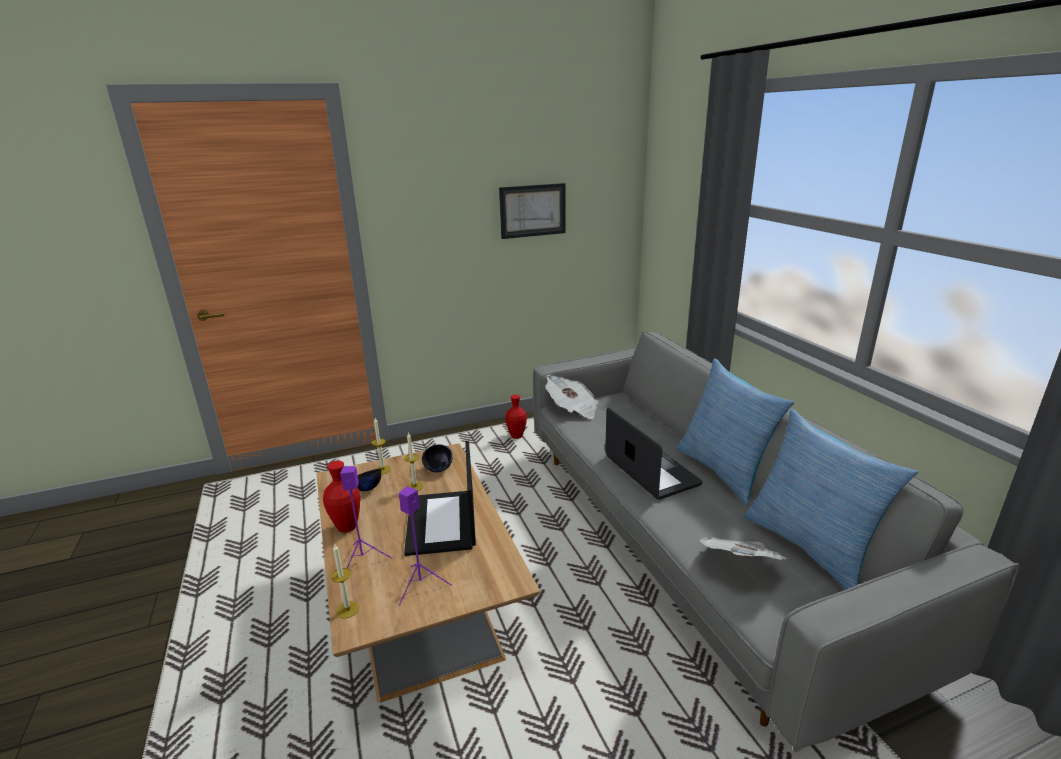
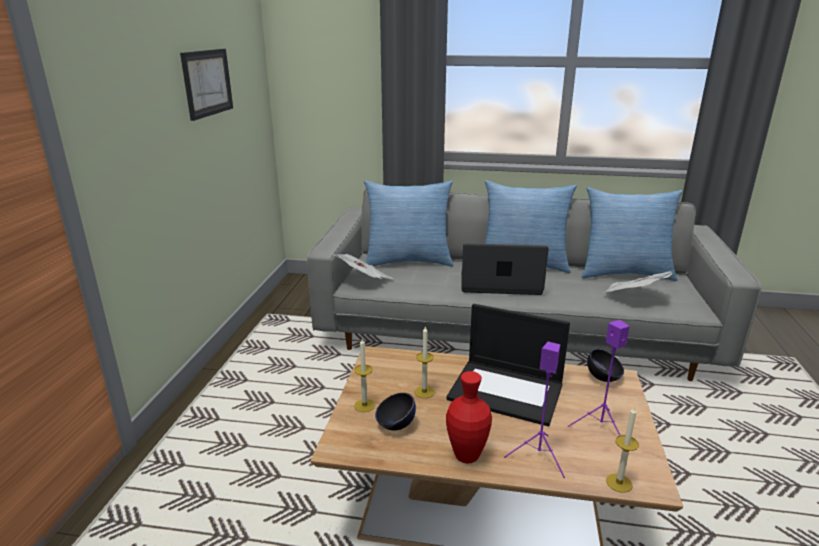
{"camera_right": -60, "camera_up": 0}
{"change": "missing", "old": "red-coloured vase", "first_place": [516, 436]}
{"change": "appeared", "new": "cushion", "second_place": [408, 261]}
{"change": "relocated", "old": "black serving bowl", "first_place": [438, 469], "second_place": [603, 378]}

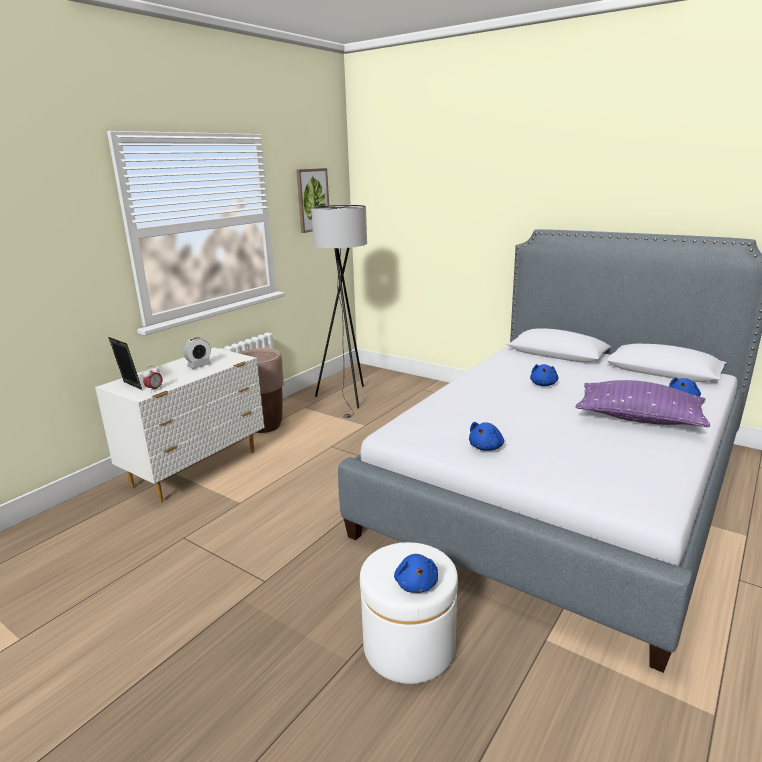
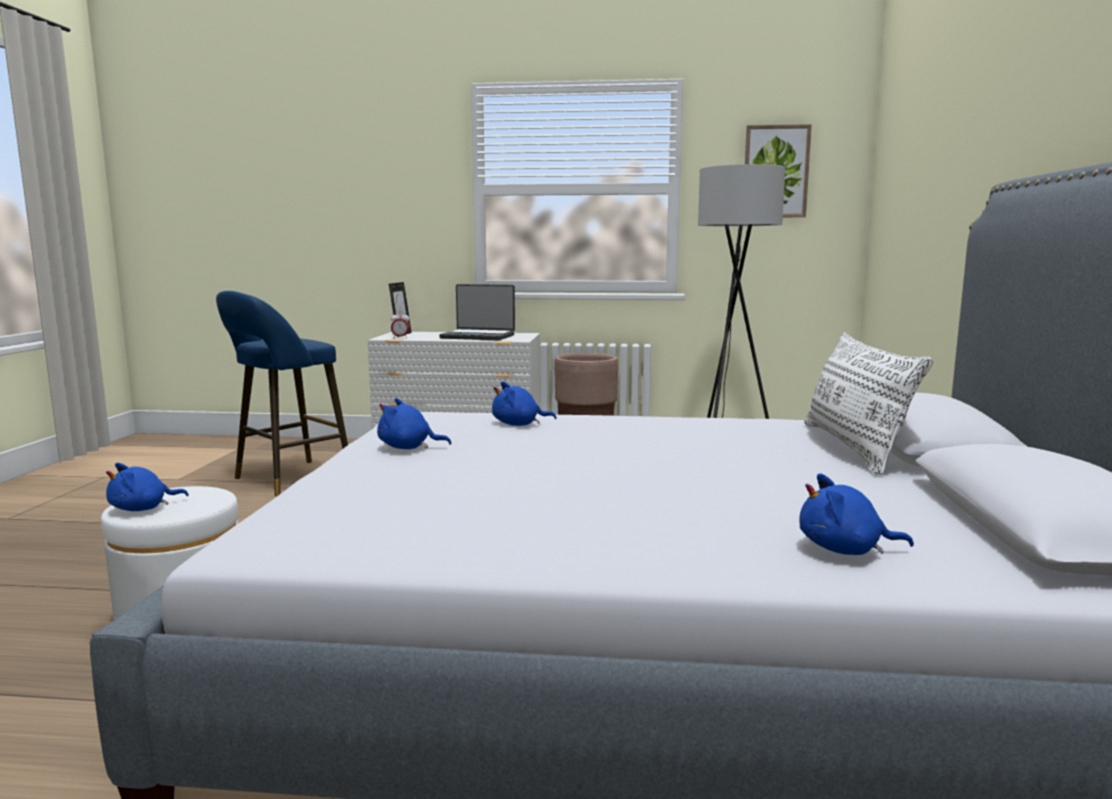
{"camera_right": 60, "camera_up": -10}
{"change": "missing", "old": "purplish cushion", "first_place": [639, 419]}
{"change": "appeared", "new": "blue-coloured stool", "second_place": [288, 479]}
{"change": "appeared", "new": "white cushion", "second_place": [853, 447]}
{"change": "relocated", "old": "blue-coloured cuddly toy", "first_place": [543, 384], "second_place": [519, 424]}
{"change": "exchanged", "old": "alarm clock", "new": "laptop", "first_place": [199, 365], "second_place": [478, 336]}

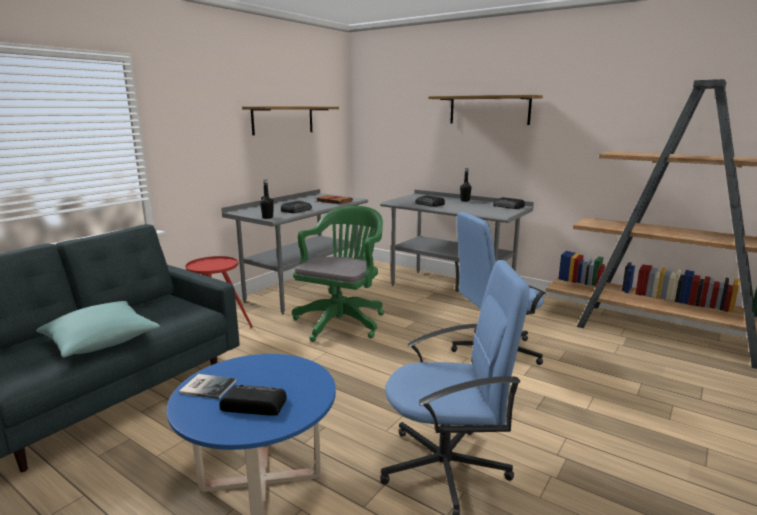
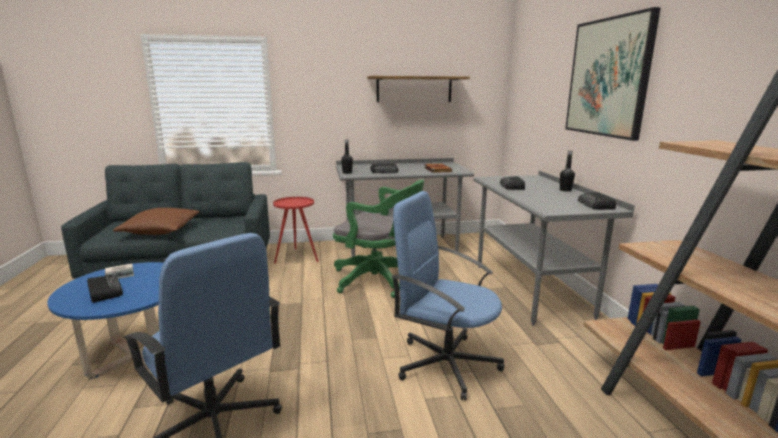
{"camera_right": 45, "camera_up": 0}
{"change": "exchanged", "old": "wall shelf", "new": "wall art", "first_place": [489, 110], "second_place": [608, 77]}
{"change": "colour", "old": "turquoise-coloured cushion", "new": "brown cushion", "first_place": [101, 342], "second_place": [161, 231]}
{"change": "spun", "old": "greenish computer chair", "first_place": [342, 321], "second_place": [379, 280], "degrees": 45}

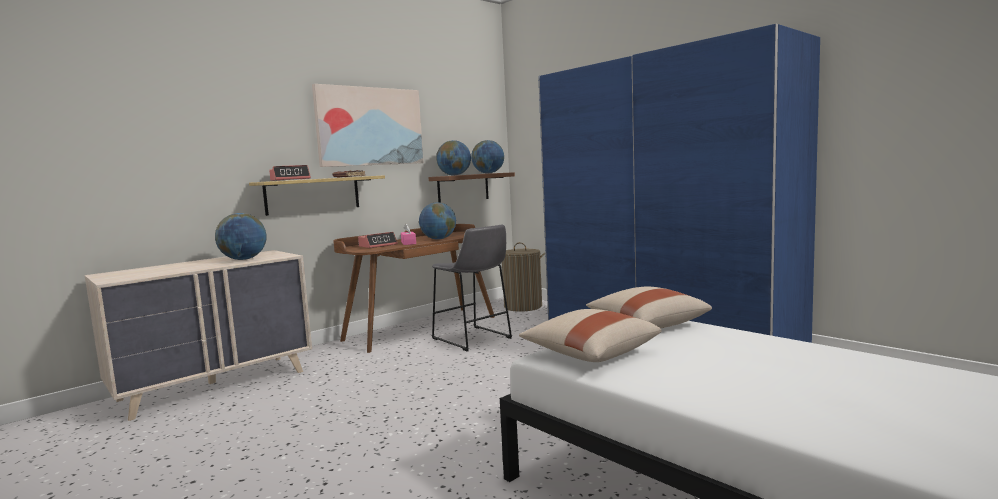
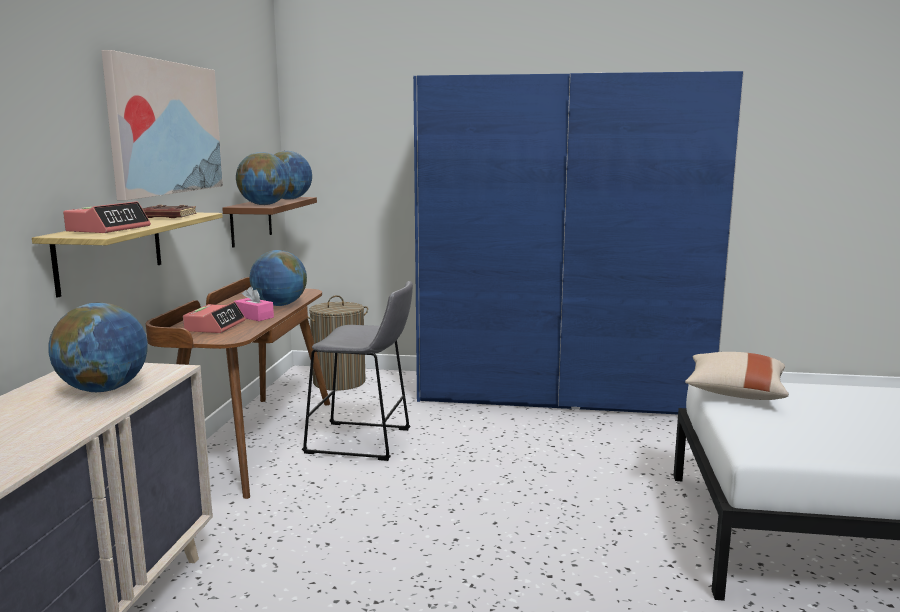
{"camera_right": -40, "camera_up": 5}
{"change": "missing", "old": "beige-coloured cushion", "first_place": [589, 353]}

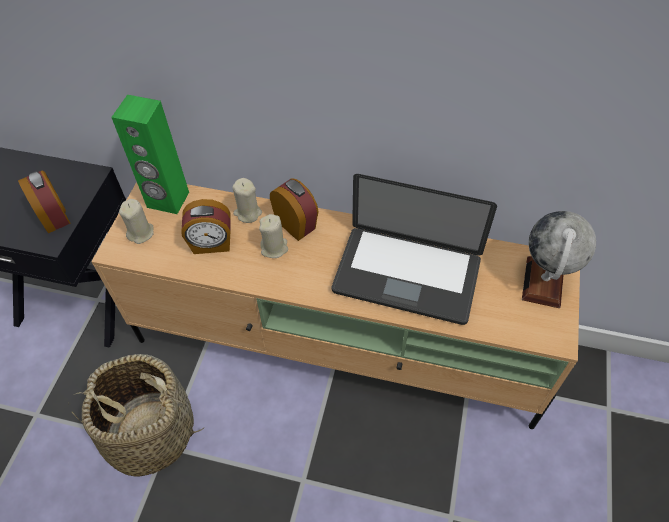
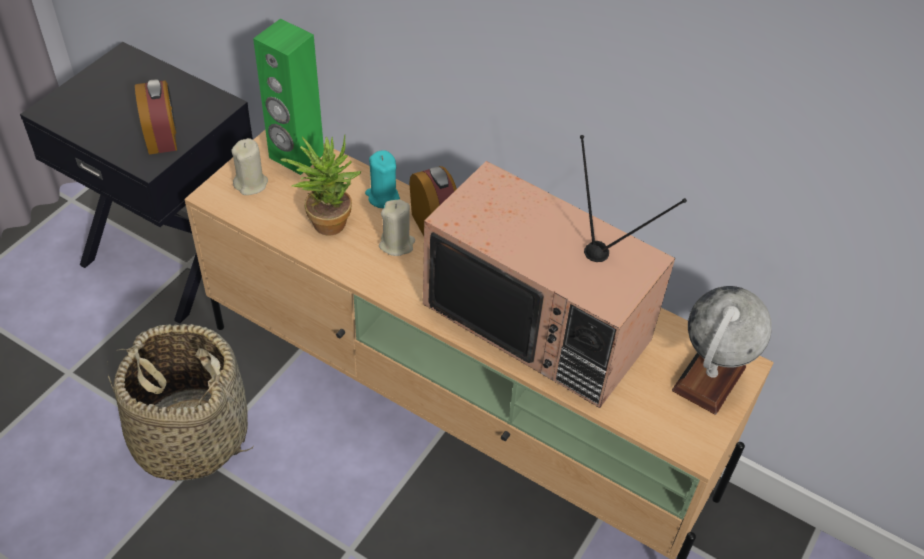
{"camera_right": 15, "camera_up": -5}
{"change": "exchanged", "old": "alarm clock", "new": "houseplant", "first_place": [211, 244], "second_place": [326, 219]}
{"change": "exchanged", "old": "laptop", "new": "television", "first_place": [406, 275], "second_place": [541, 321]}
{"change": "colour", "old": "beige-coloured wax light", "new": "turquoise-coloured wax light", "first_place": [248, 213], "second_place": [382, 196]}

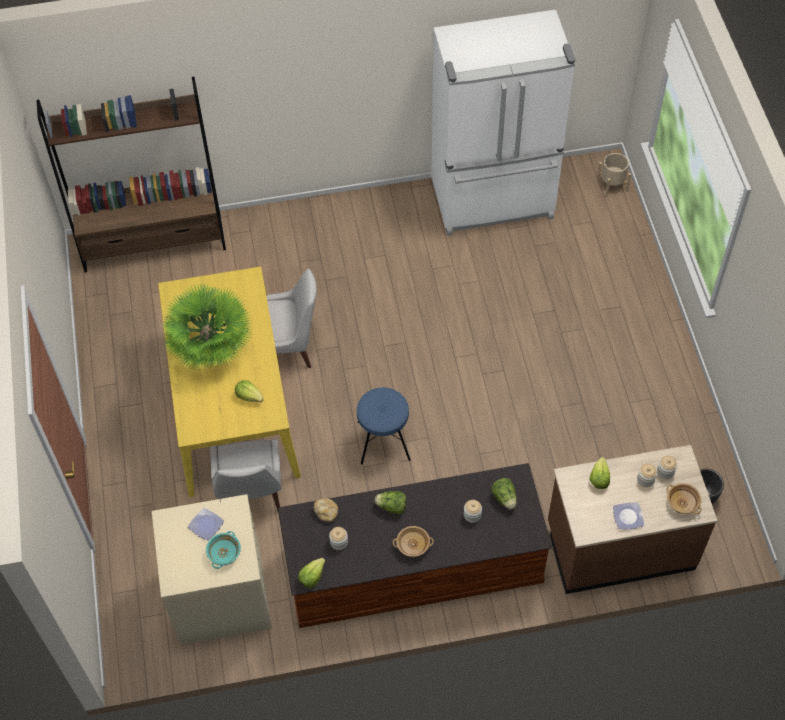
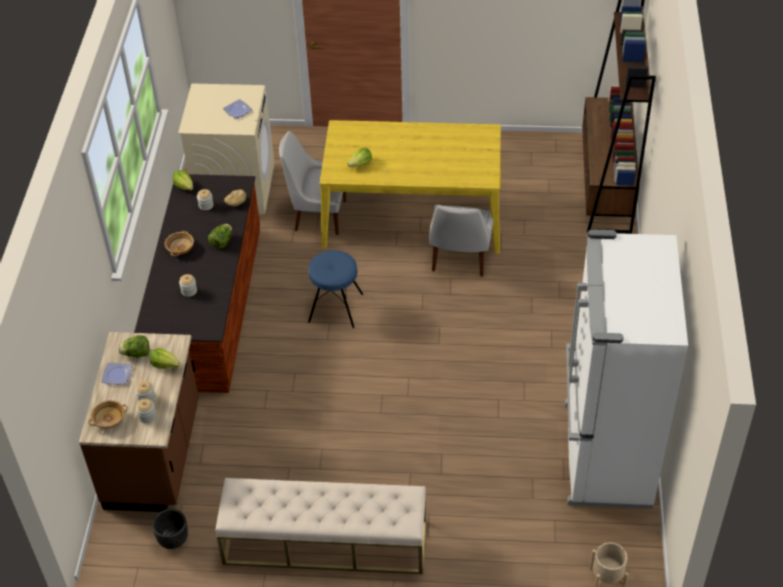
{"camera_right": 105, "camera_up": -10}
{"change": "missing", "old": "houseplant", "first_place": [211, 351]}
{"change": "missing", "old": "turquoise-coloured serving bowl", "first_place": [224, 553]}
{"change": "appeared", "new": "beige-coloured indoor bench", "second_place": [324, 542]}
{"change": "relocated", "old": "lettuce head", "first_place": [504, 498], "second_place": [137, 354]}

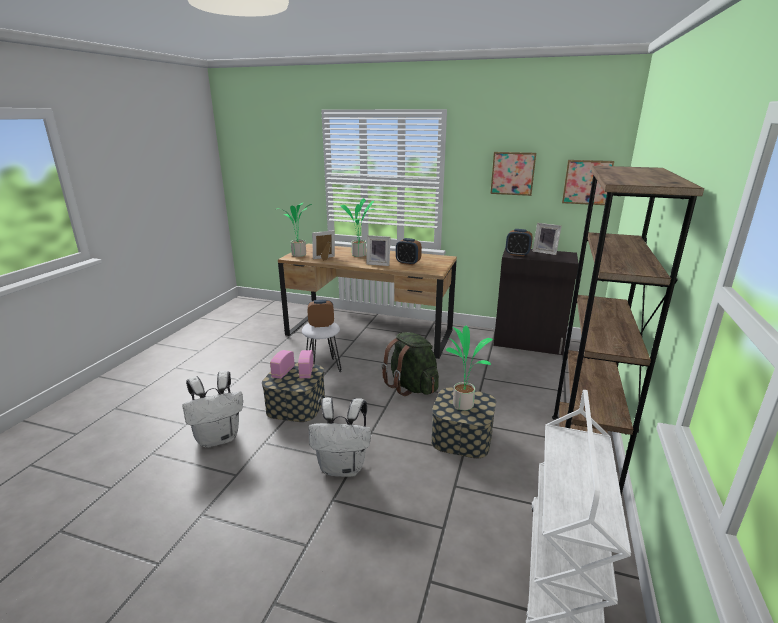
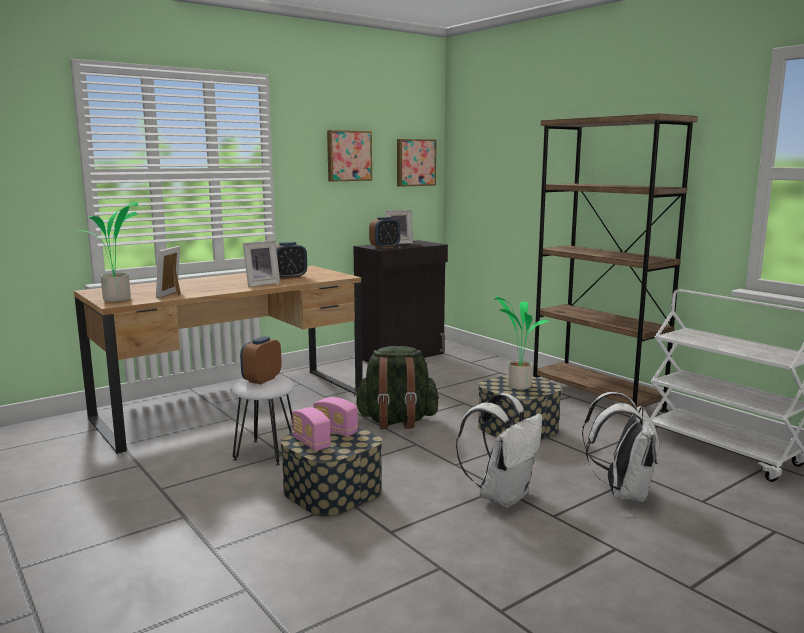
{"camera_right": -55, "camera_up": -10}
{"change": "missing", "old": "houseplant", "first_place": [360, 255]}
{"change": "relocated", "old": "white rucksack", "first_place": [219, 437], "second_place": [622, 493]}

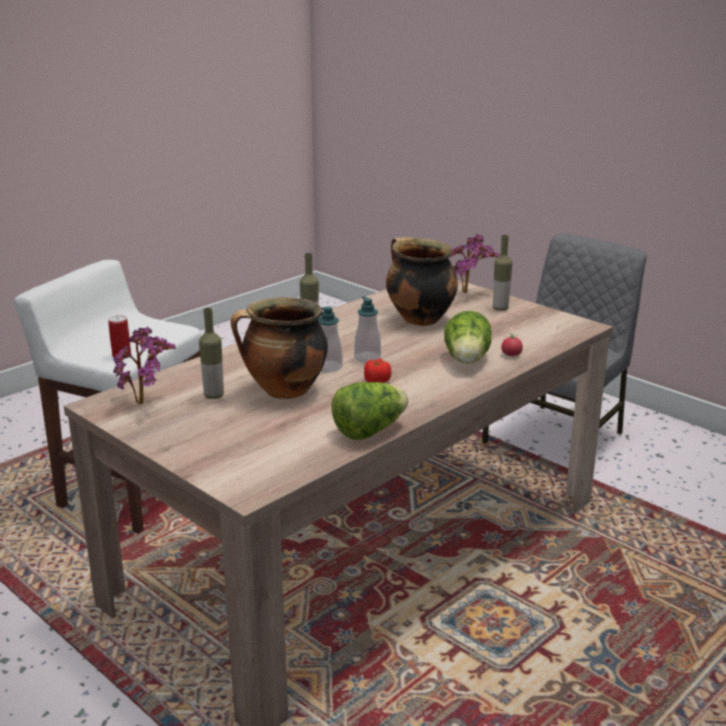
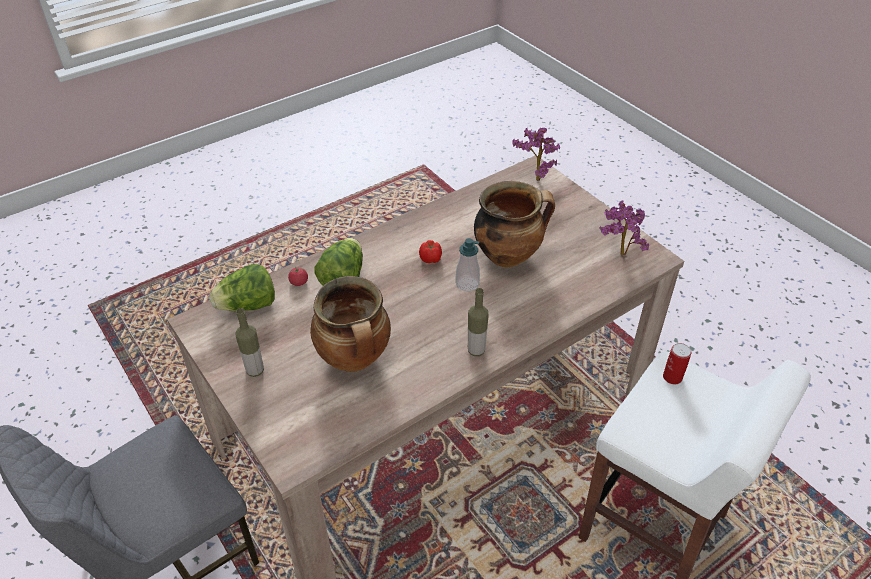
{"camera_right": -170, "camera_up": 20}
{"change": "missing", "old": "bottle", "first_place": [214, 395]}
{"change": "missing", "old": "liquid soap bottle", "first_place": [367, 358]}
{"change": "relocated", "old": "lettuce head", "first_place": [369, 431], "second_place": [248, 306]}
{"change": "relocated", "old": "houseplant", "first_place": [469, 293], "second_place": [534, 178]}

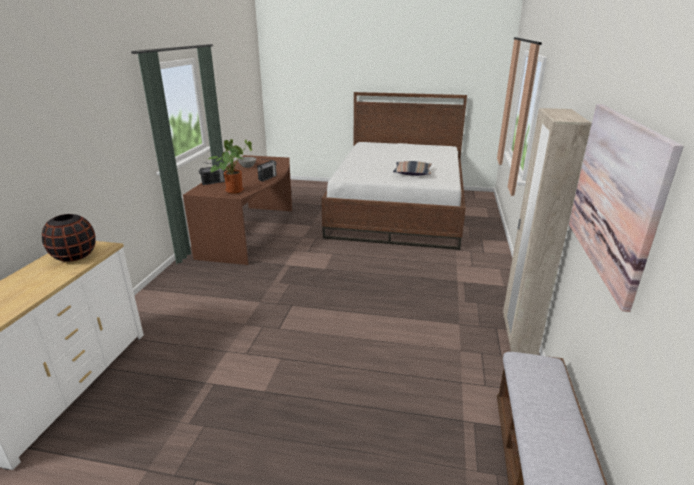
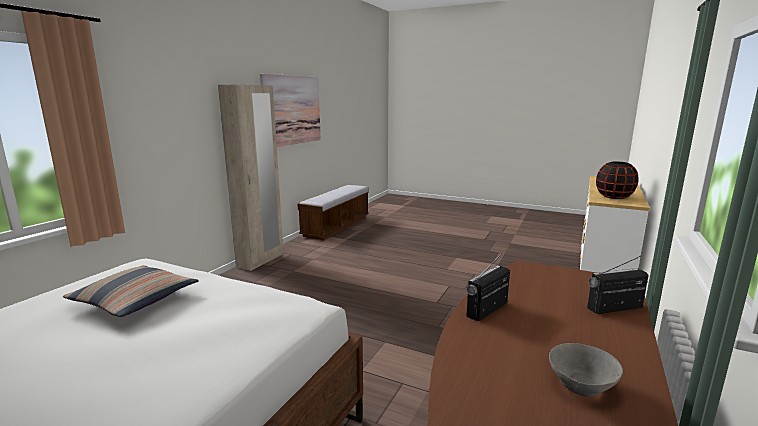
{"camera_right": -165, "camera_up": -10}
{"change": "missing", "old": "houseplant", "first_place": [234, 190]}

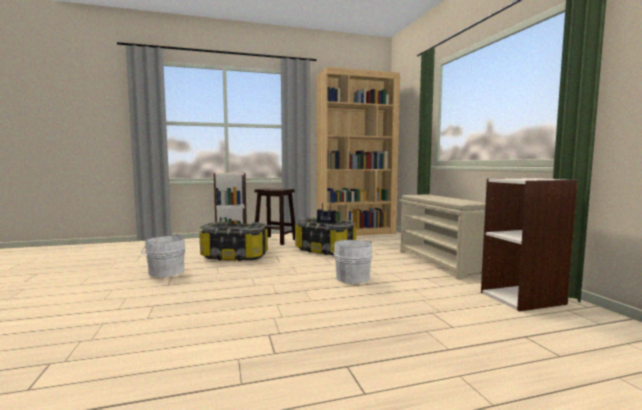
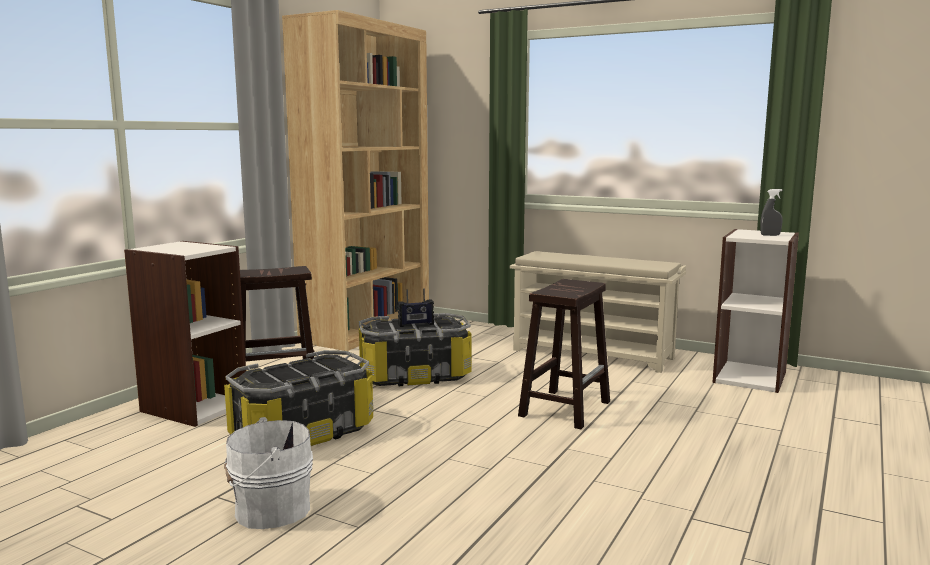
{"camera_right": -45, "camera_up": 5}
{"change": "appeared", "new": "grey hand sprayer", "second_place": [770, 235]}
{"change": "exchanged", "old": "white pail", "new": "brown stool", "first_place": [352, 277], "second_place": [565, 408]}

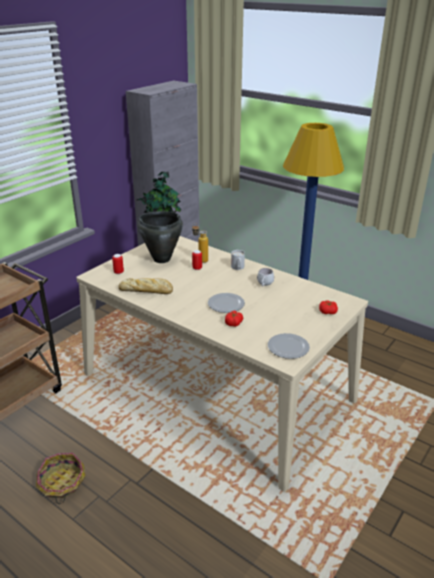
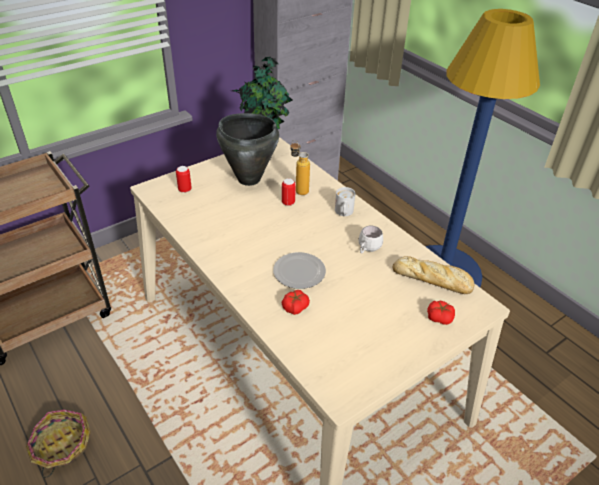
{"camera_right": 15, "camera_up": 10}
{"change": "missing", "old": "flat dish", "first_place": [287, 347]}
{"change": "relocated", "old": "bakery bread", "first_place": [147, 290], "second_place": [433, 280]}

